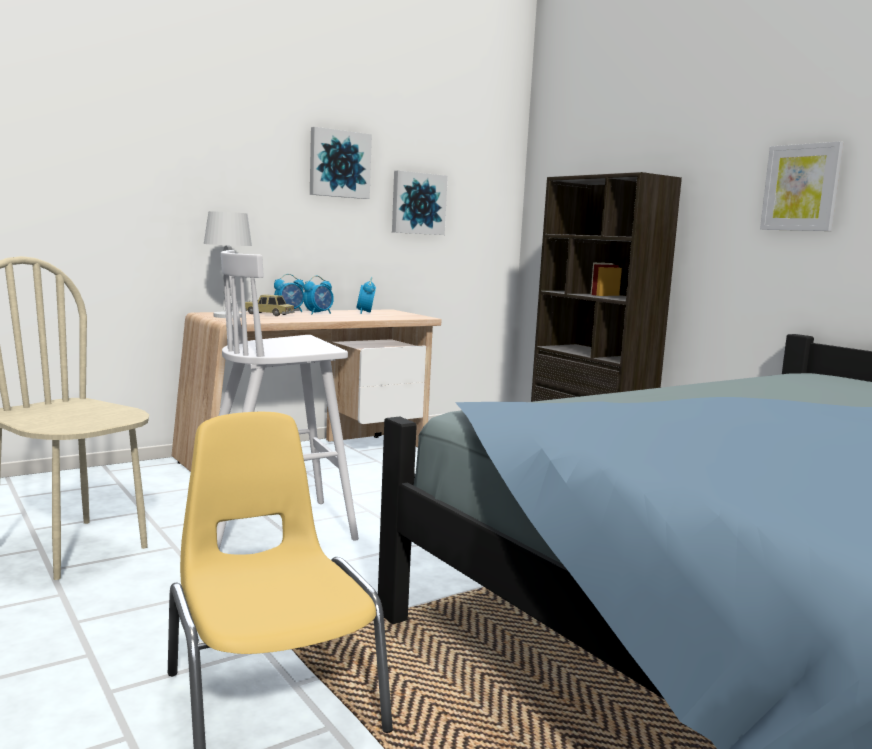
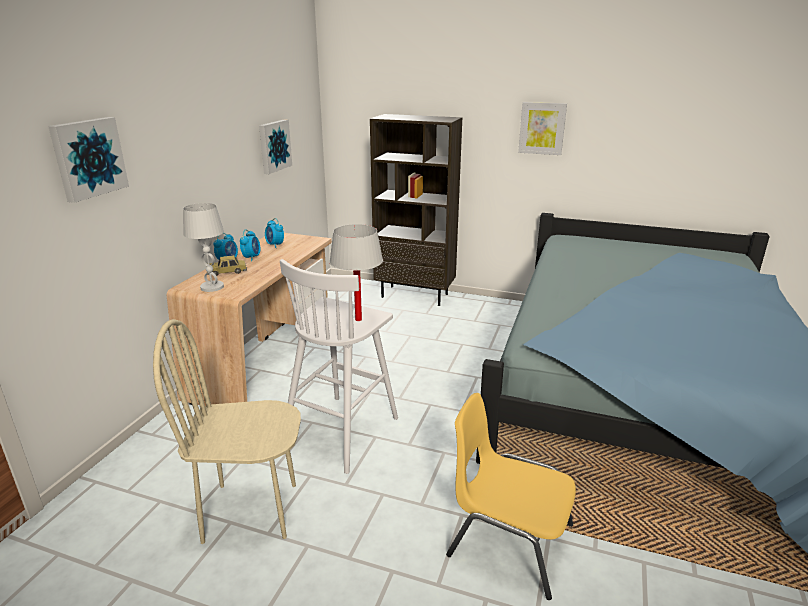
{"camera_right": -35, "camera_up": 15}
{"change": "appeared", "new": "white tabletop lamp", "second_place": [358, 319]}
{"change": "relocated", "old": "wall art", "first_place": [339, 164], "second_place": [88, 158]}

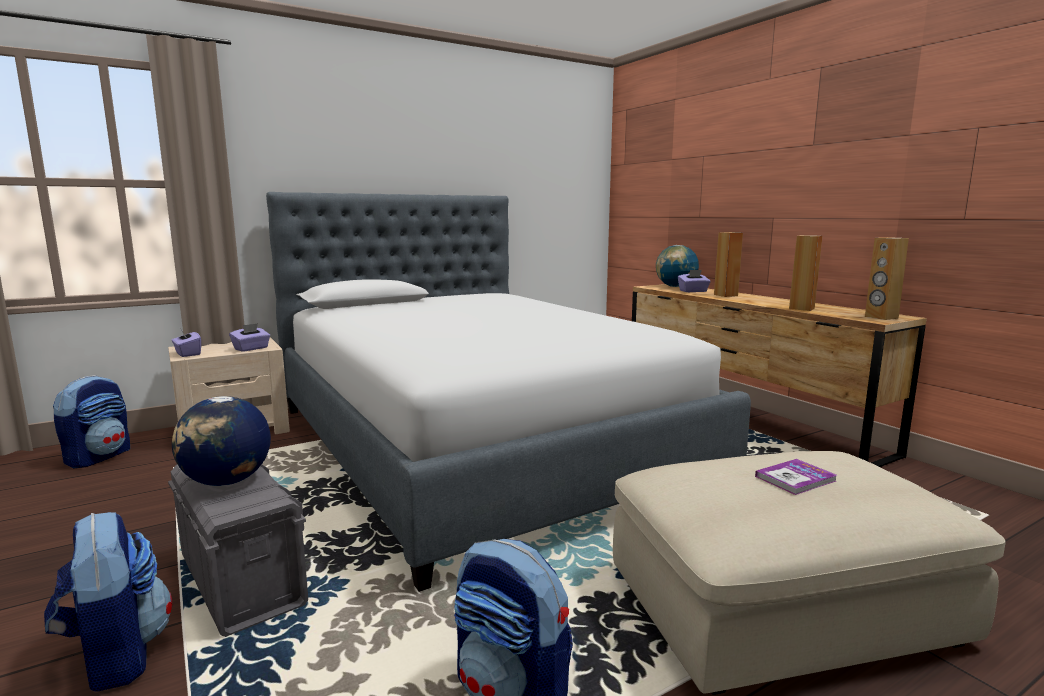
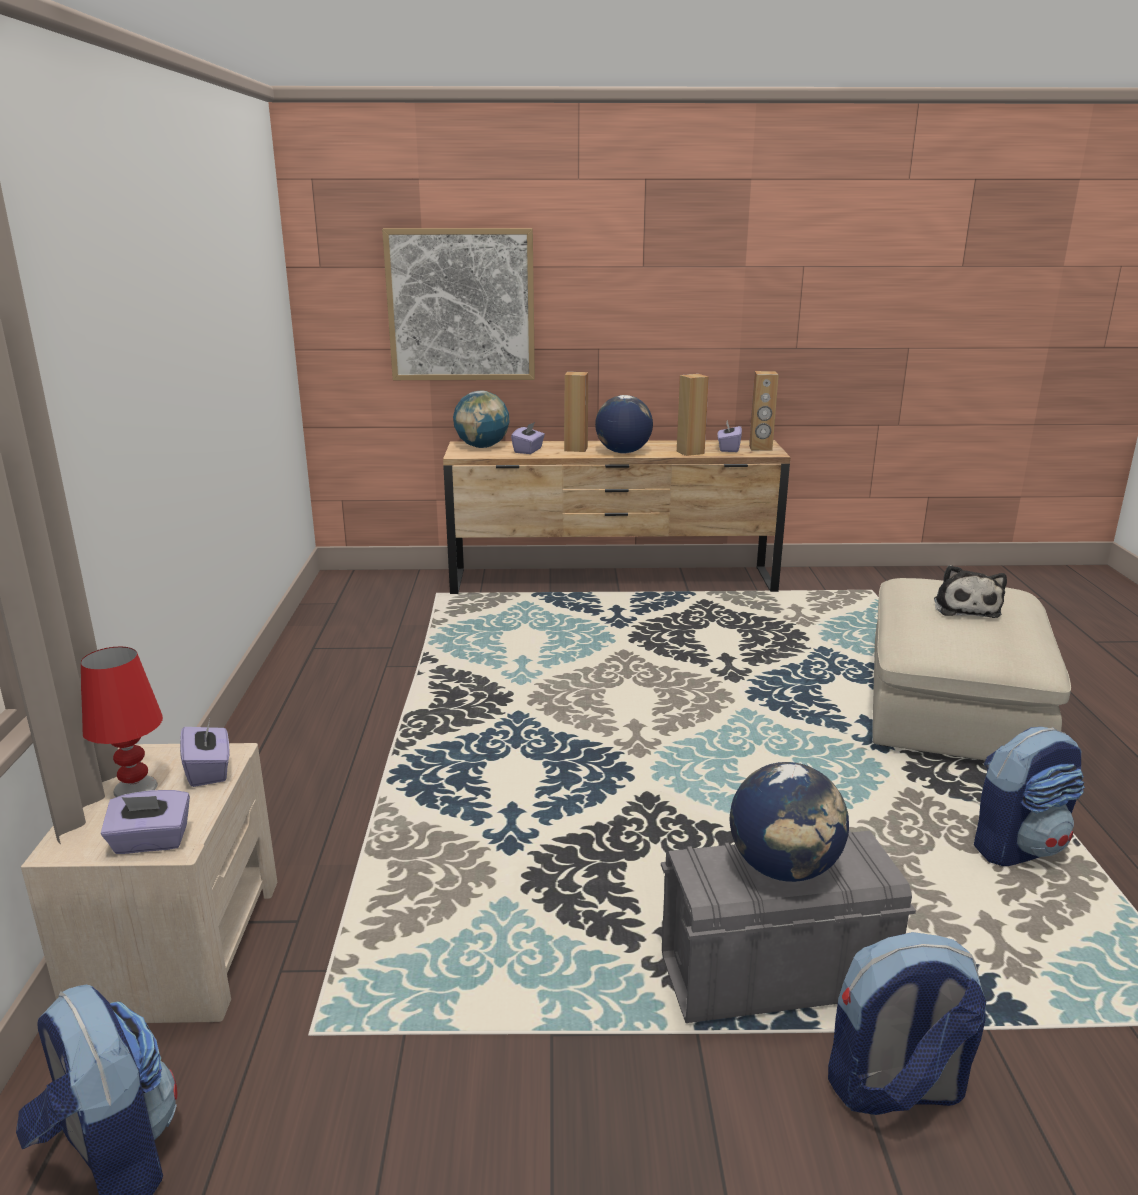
{"camera_right": -60, "camera_up": 10}
{"change": "missing", "old": "sleeping bed", "first_place": [478, 443]}
{"change": "appeared", "new": "red-coloured tabletop lamp", "second_place": [135, 788]}
{"change": "appeared", "new": "wall art", "second_place": [461, 305]}
{"change": "appeared", "new": "globe", "second_place": [623, 452]}
{"change": "appeared", "new": "purplish box of tissues", "second_place": [728, 448]}
{"change": "exchanged", "old": "bound book", "new": "cuddly toy", "first_place": [795, 478], "second_place": [965, 608]}

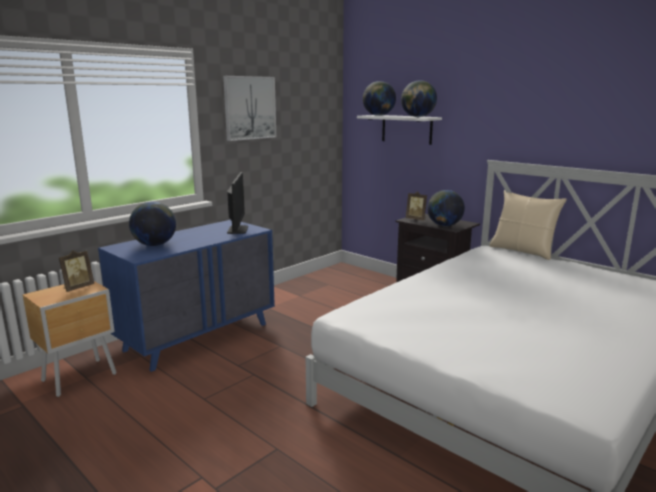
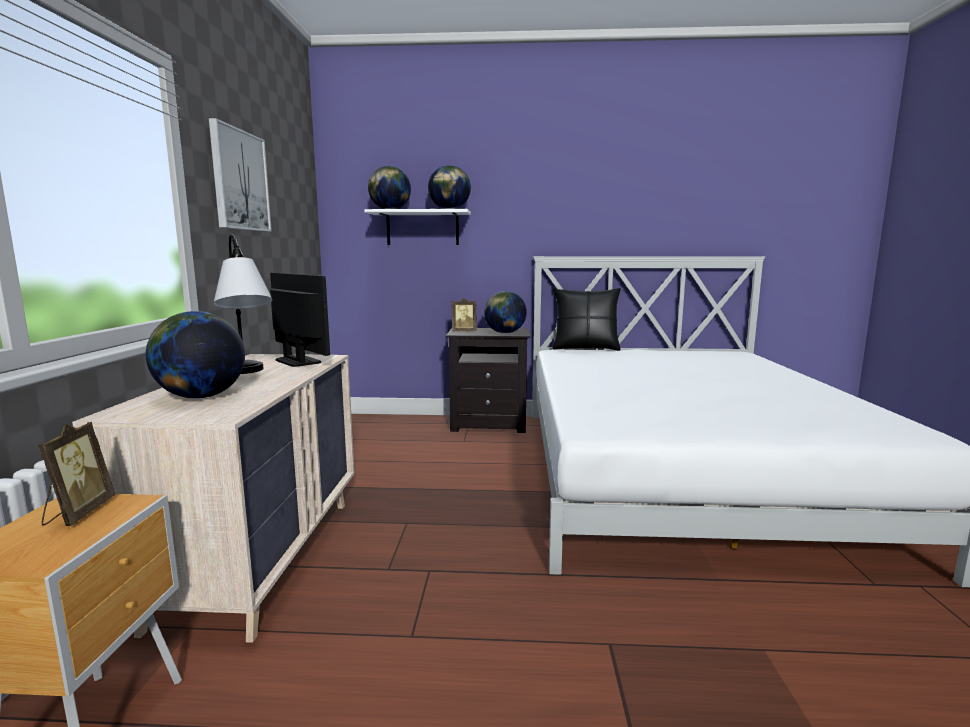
{"camera_right": -40, "camera_up": -5}
{"change": "appeared", "new": "tabletop lamp", "second_place": [246, 375]}
{"change": "colour", "old": "blue-coloured dresser", "new": "beige-coloured dresser", "first_place": [198, 336], "second_place": [261, 557]}
{"change": "colour", "old": "beige-coloured cushion", "new": "black cushion", "first_place": [522, 251], "second_place": [585, 348]}

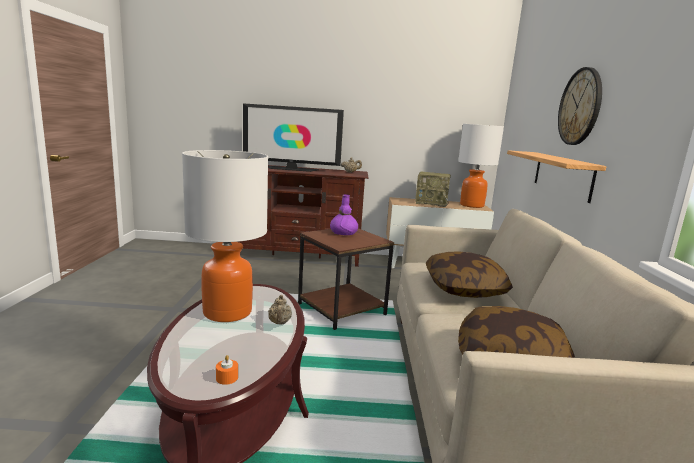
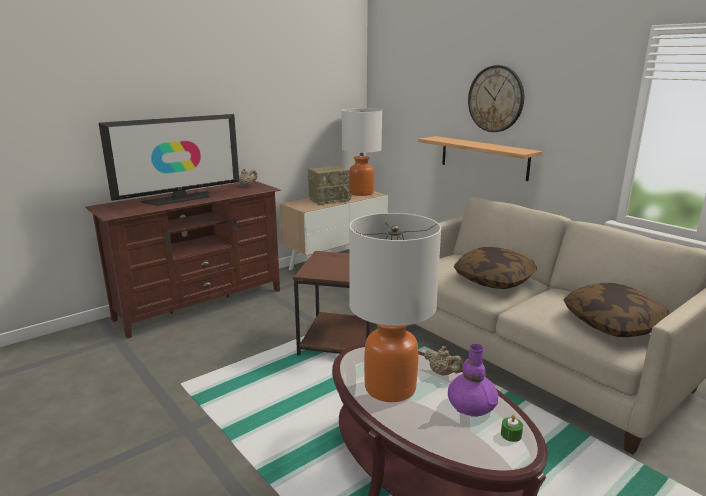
{"camera_right": -40, "camera_up": 5}
{"change": "relocated", "old": "purplish vase", "first_place": [343, 233], "second_place": [471, 406]}
{"change": "colour", "old": "orange wax light", "new": "greenish wax light", "first_place": [227, 378], "second_place": [511, 434]}

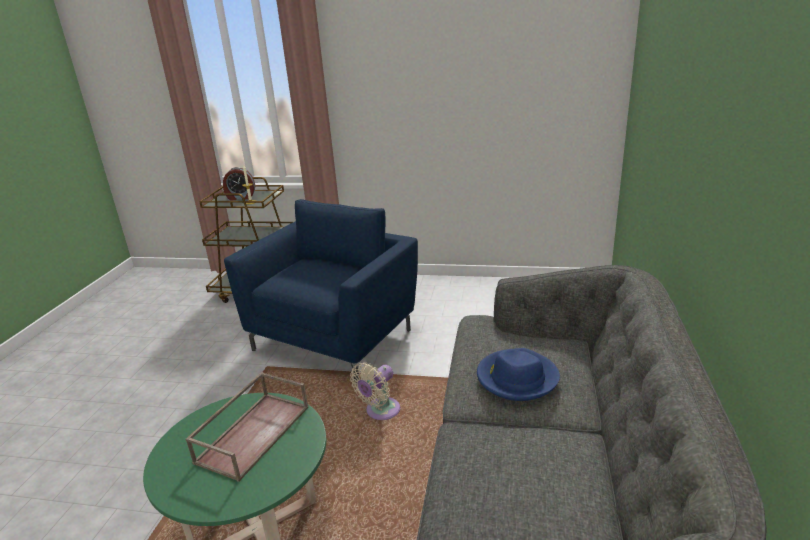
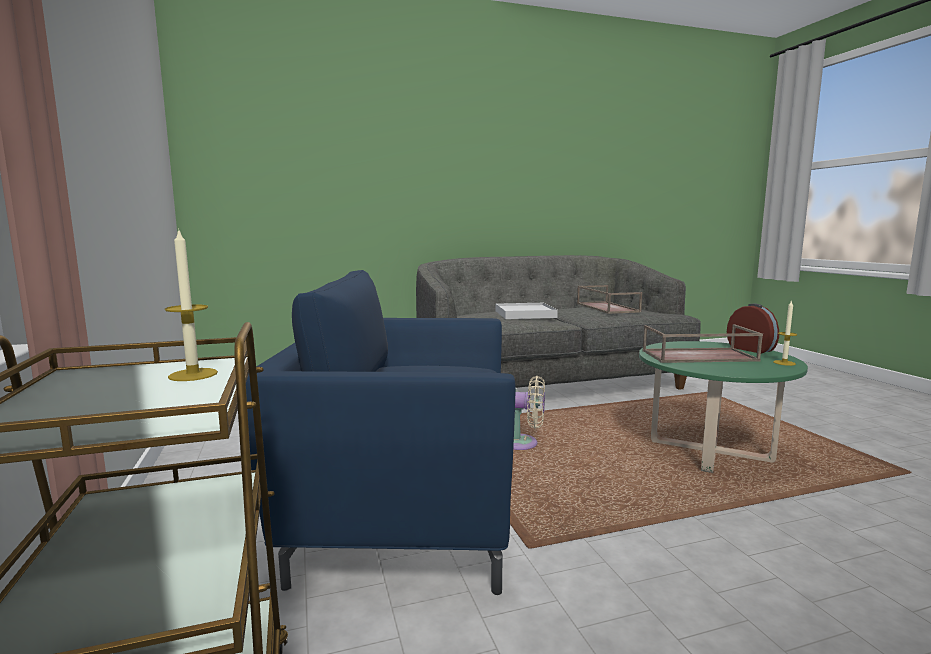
{"camera_right": -120, "camera_up": -15}
{"change": "appeared", "new": "brown serving tray", "second_place": [606, 307]}
{"change": "appeared", "new": "wax light", "second_place": [784, 363]}
{"change": "relocated", "old": "alarm clock", "first_place": [241, 197], "second_place": [751, 349]}
{"change": "exchanged", "old": "blue-coloured clothing hat", "new": "white serving tray", "first_place": [516, 378], "second_place": [525, 314]}

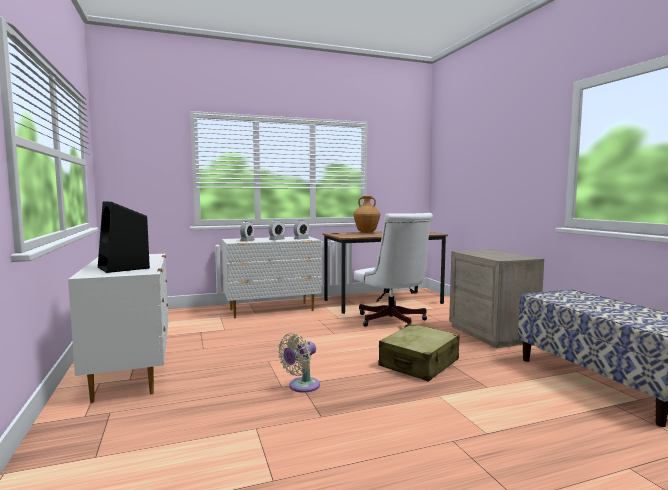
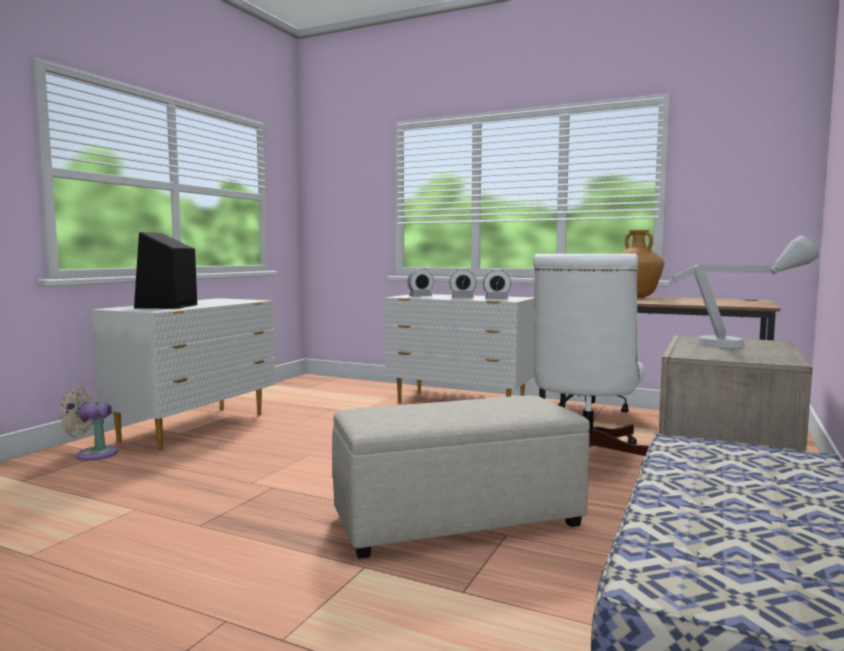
{"camera_right": 45, "camera_up": 0}
{"change": "appeared", "new": "grey tabletop lamp", "second_place": [743, 344]}
{"change": "relocated", "old": "beige-coloured cooling fan", "first_place": [301, 386], "second_place": [92, 454]}
{"change": "exchanged", "old": "beige-coloured suitcase", "new": "beige-coloured pouffe", "first_place": [419, 363], "second_place": [459, 520]}

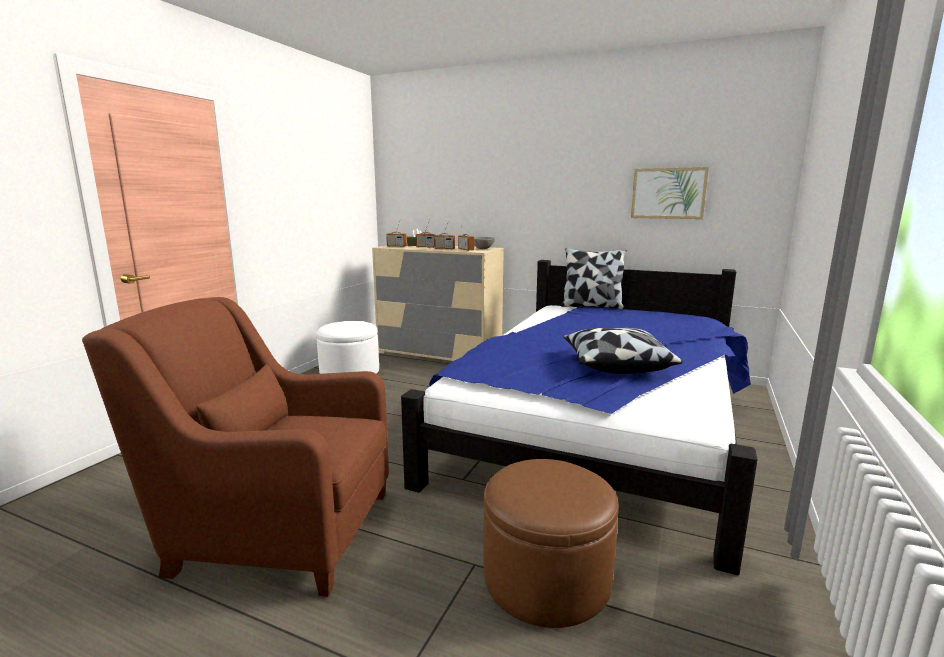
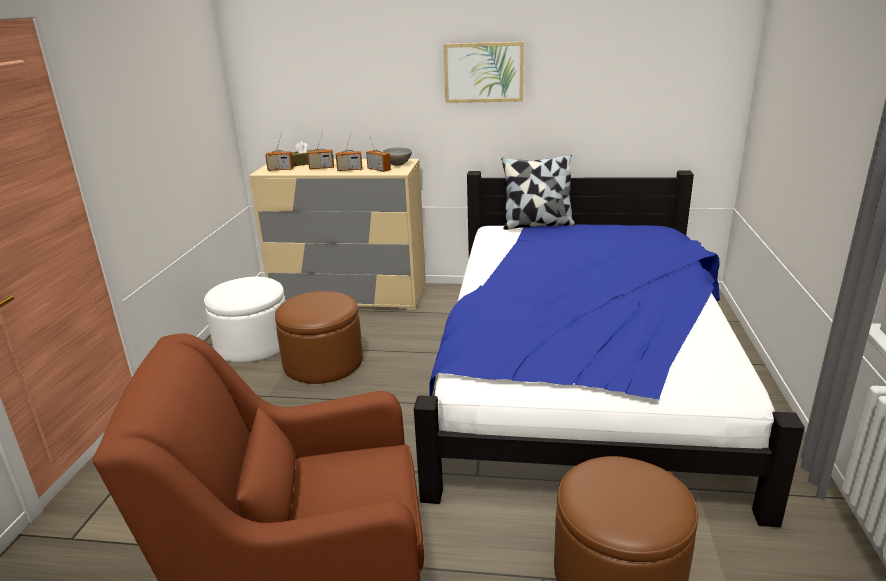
{"camera_right": -15, "camera_up": 10}
{"change": "missing", "old": "cushion", "first_place": [615, 365]}
{"change": "appeared", "new": "brown pouffe", "second_place": [323, 363]}
{"change": "relocated", "old": "wall art", "first_place": [668, 193], "second_place": [484, 72]}

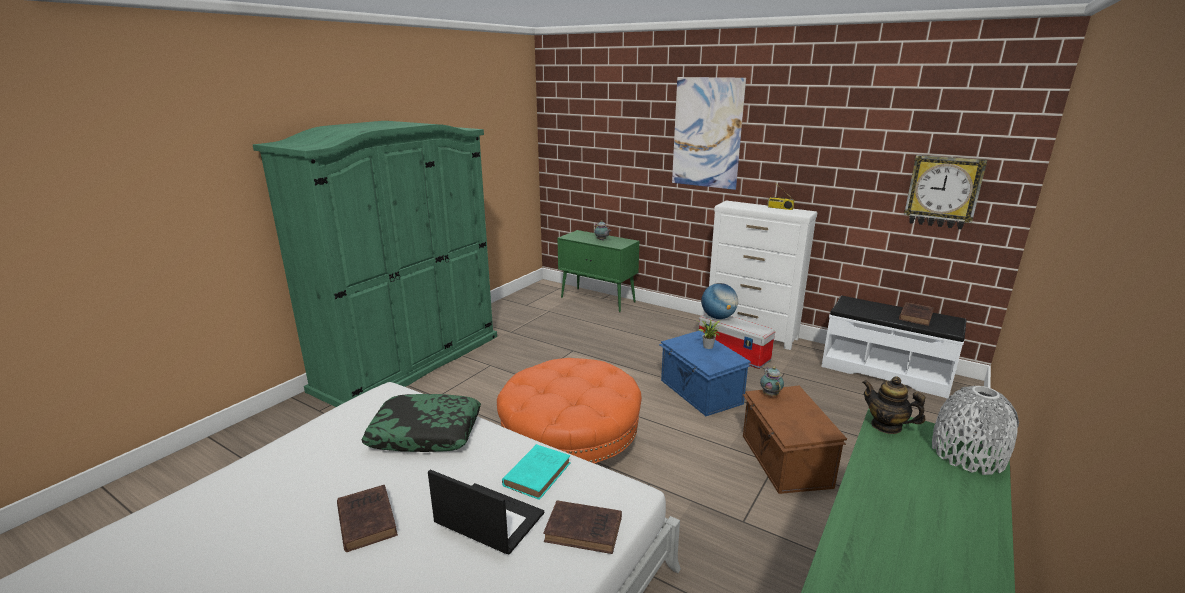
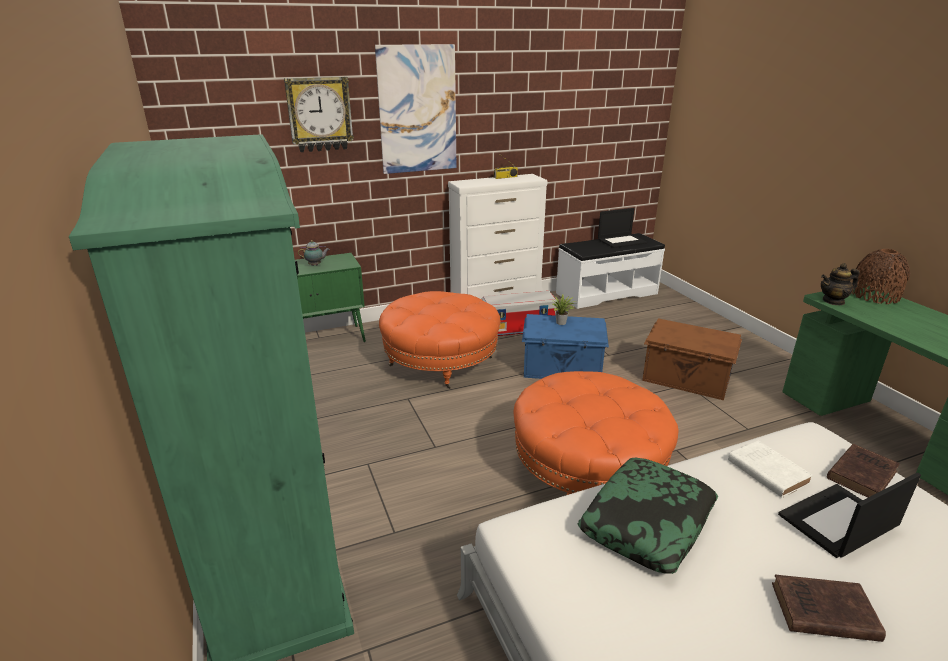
{"camera_right": -55, "camera_up": 5}
{"change": "missing", "old": "globe", "first_place": [718, 317]}
{"change": "missing", "old": "tea pot", "first_place": [770, 394]}
{"change": "appeared", "new": "orange pouffe", "second_place": [441, 362]}
{"change": "relocated", "old": "wall clock", "first_place": [943, 192], "second_place": [319, 114]}
{"change": "exchanged", "old": "brown bound book", "new": "laptop", "first_place": [915, 316], "second_place": [622, 241]}
{"change": "colour", "old": "turquoise-coloured bound book", "new": "white bound book", "first_place": [538, 473], "second_place": [766, 471]}
{"change": "colour", "old": "grey vase", "new": "brown vase", "first_place": [967, 454], "second_place": [874, 296]}

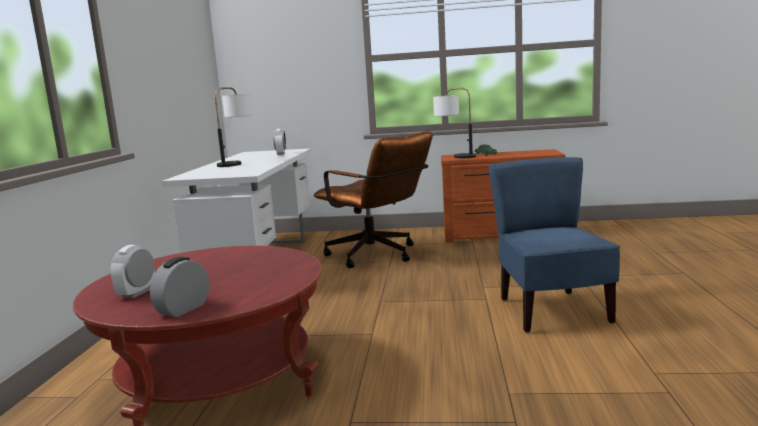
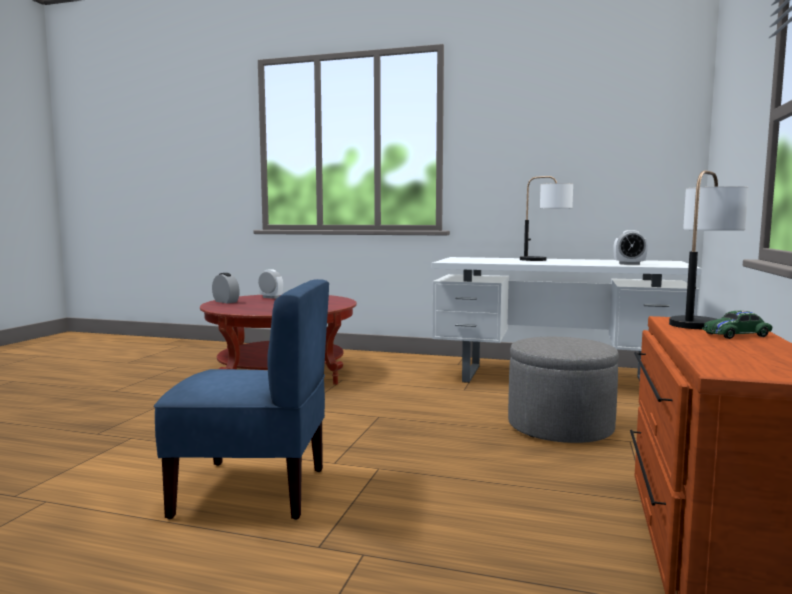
{"camera_right": 100, "camera_up": -5}
{"change": "exchanged", "old": "brown computer chair", "new": "grey pouffe", "first_place": [378, 256], "second_place": [560, 427]}

